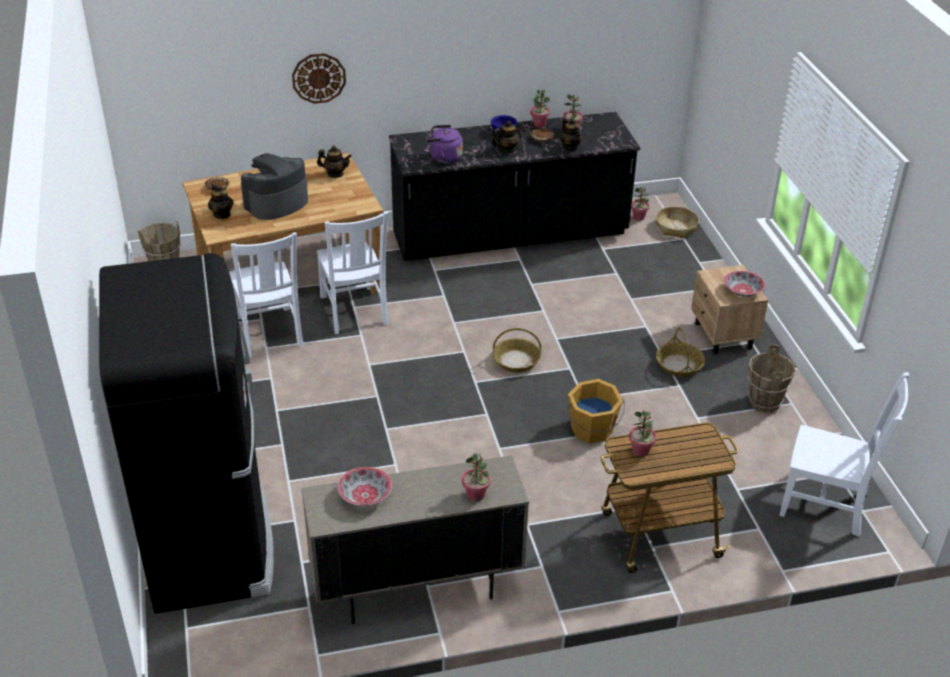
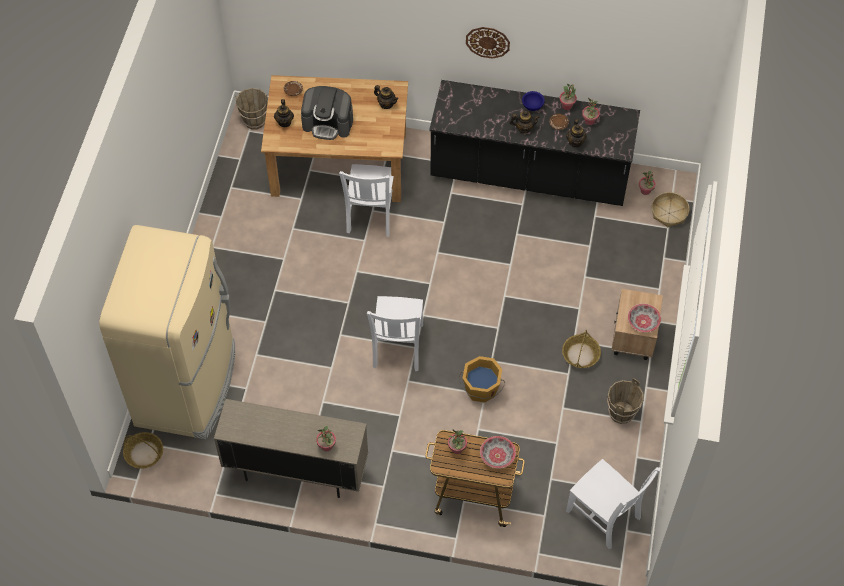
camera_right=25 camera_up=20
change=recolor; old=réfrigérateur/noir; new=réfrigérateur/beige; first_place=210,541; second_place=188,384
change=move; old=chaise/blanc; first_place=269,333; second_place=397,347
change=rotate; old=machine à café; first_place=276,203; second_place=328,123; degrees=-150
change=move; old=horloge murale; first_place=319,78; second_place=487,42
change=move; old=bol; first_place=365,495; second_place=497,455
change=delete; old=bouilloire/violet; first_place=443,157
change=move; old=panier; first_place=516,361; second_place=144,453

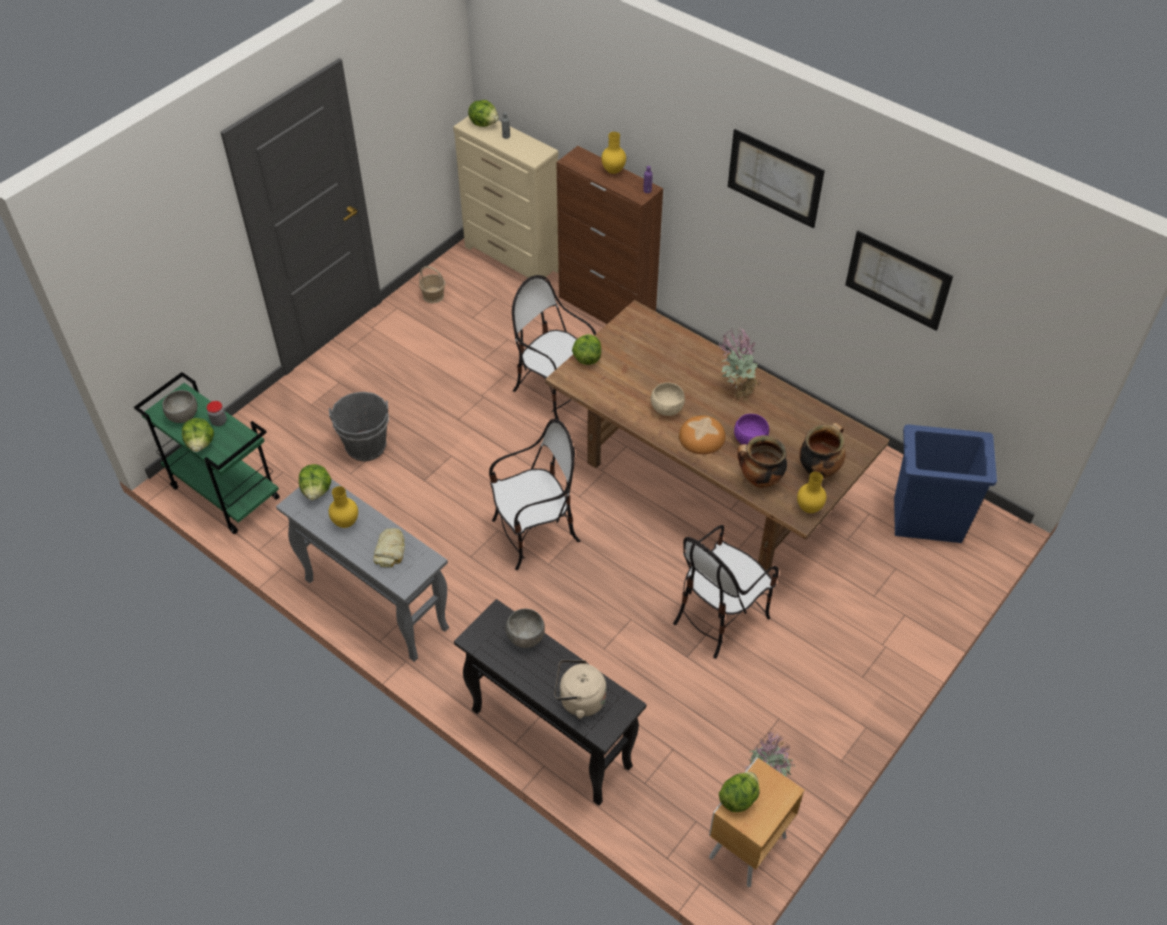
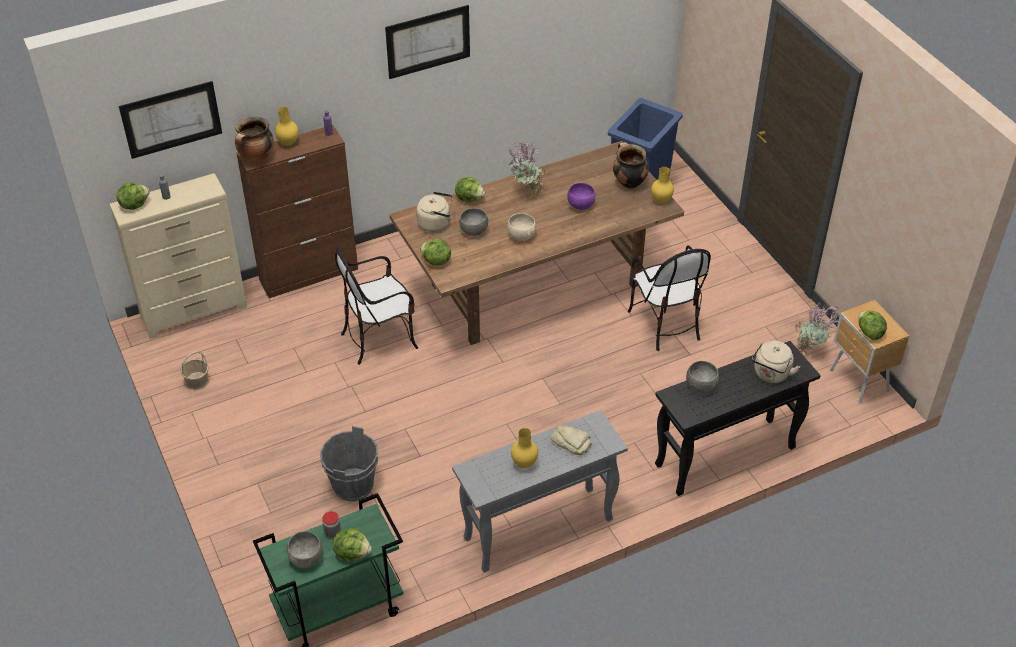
camera_right=-65 camera_up=-5
change=move; old=laitue; first_place=317,491; second_place=469,198
change=delete; old=chaise; first_place=535,534
change=delete; old=pain; first_place=701,438
change=move; old=marmite; first_place=759,480; second_place=256,158
change=move; old=tableau; first_place=897,280; second_place=171,119
change=insert; new=bouilloire/beige; second_place=436,224
change=insert; new=bol/gris; second_place=473,231

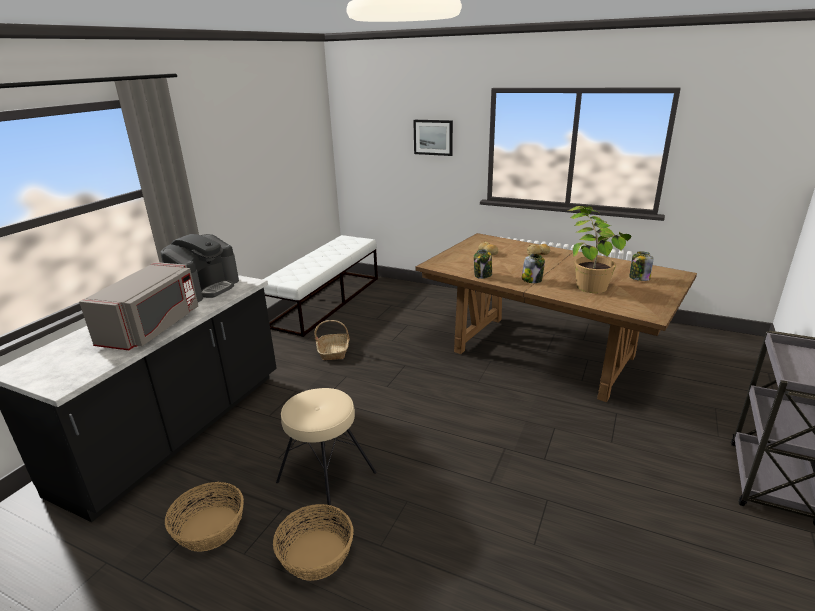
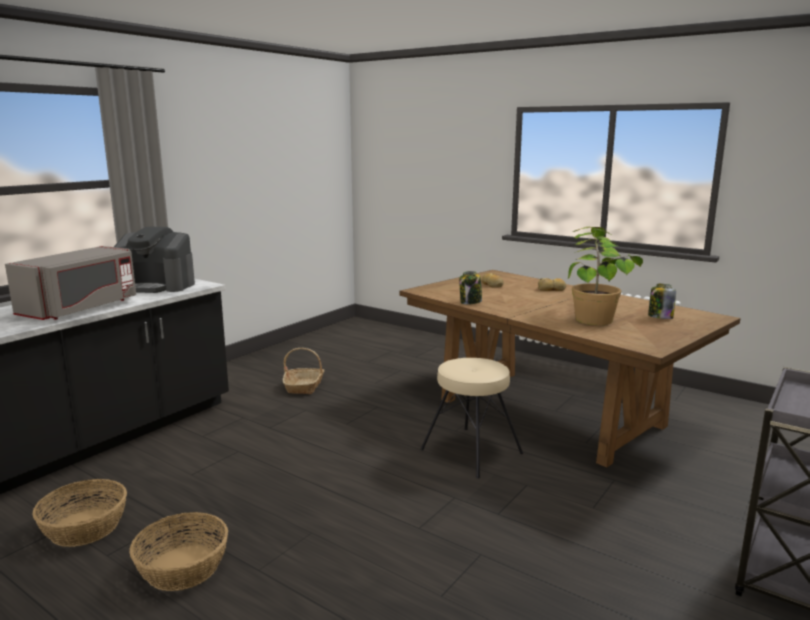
camera_right=10 camera_up=-10
change=rotate; old=machine à café; first_place=205,288; second_place=157,285; degrees=60
change=delete; old=banc/blanc; first_place=326,301
change=move; old=tabouret/beige; first_place=326,478; second_place=471,452
change=delete; old=tableau; first_place=433,137
change=delete; old=bocal; first_place=532,280

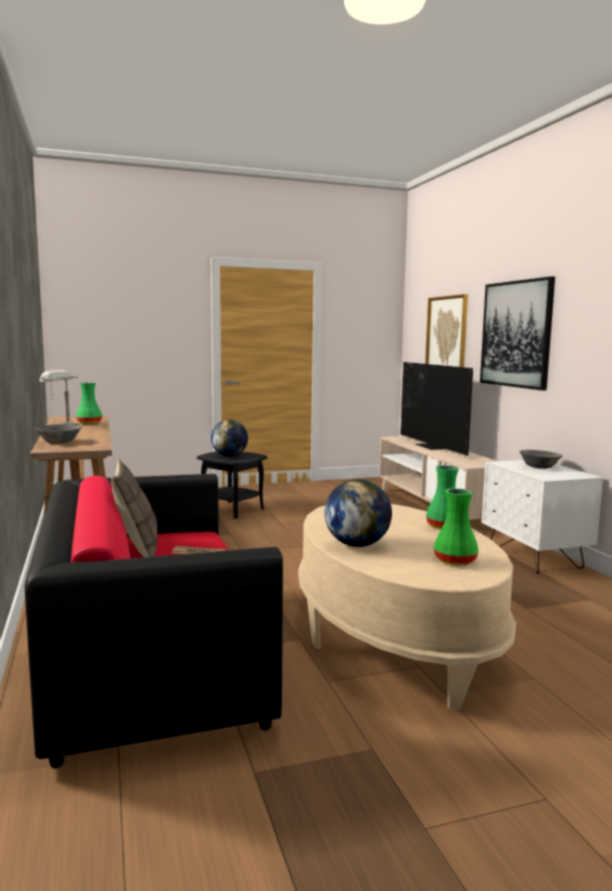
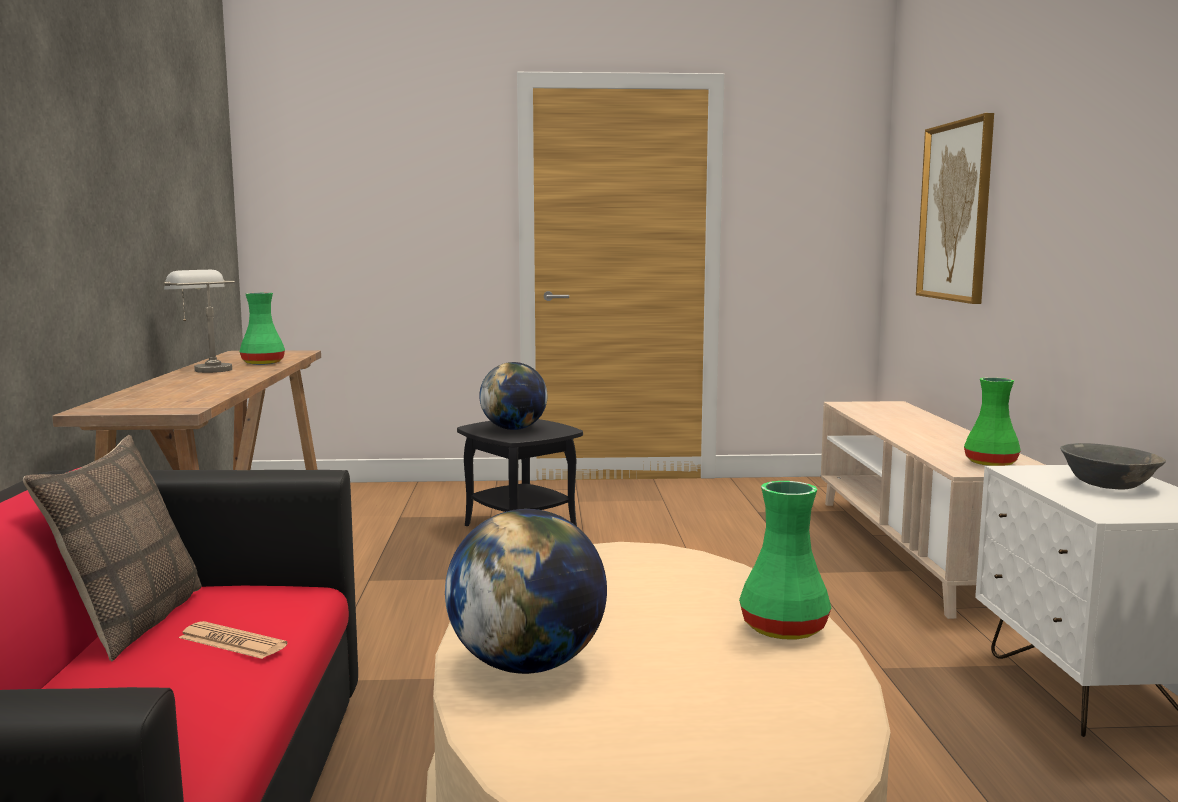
camera_right=15 camera_up=0
change=delete; old=bol/gris; first_place=59,442
change=delete; old=téléviseur; first_place=431,446
change=move; old=vase/vert; first_place=455,560; second_place=991,463
change=delete; old=tableau; first_place=516,334

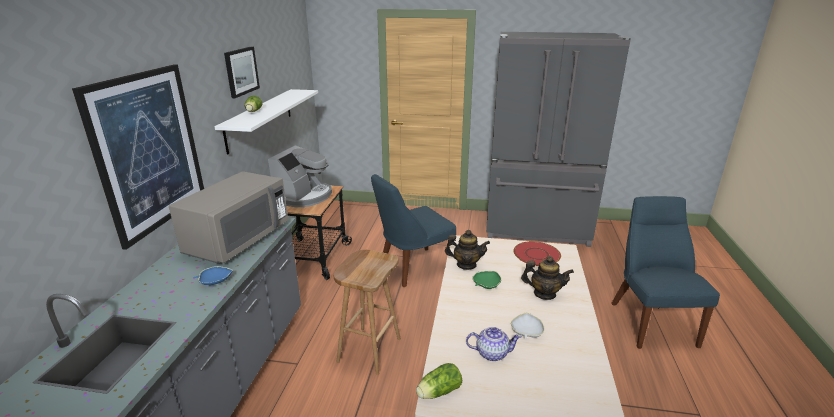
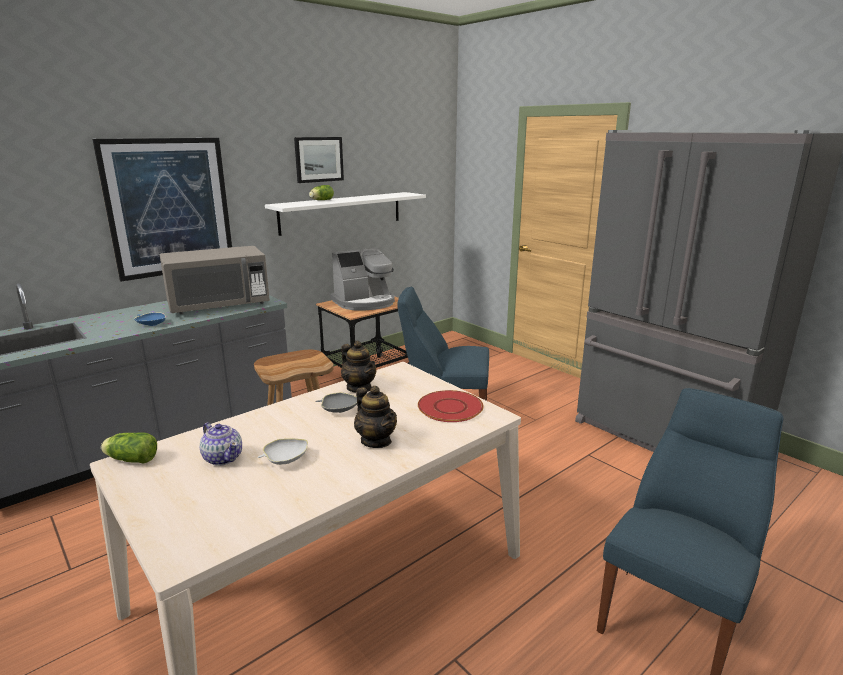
camera_right=40 camera_up=-5
change=recolor; old=bol/vert; new=bol/gris; first_place=486,285; second_place=338,410

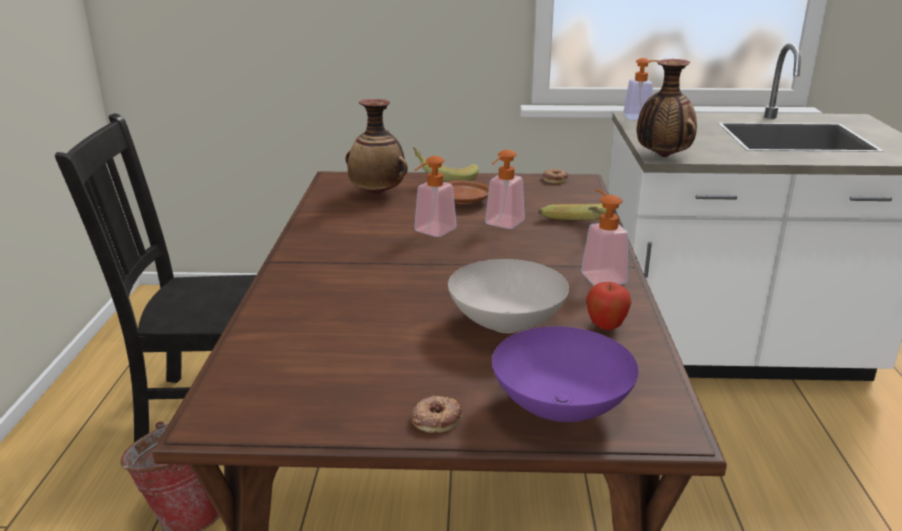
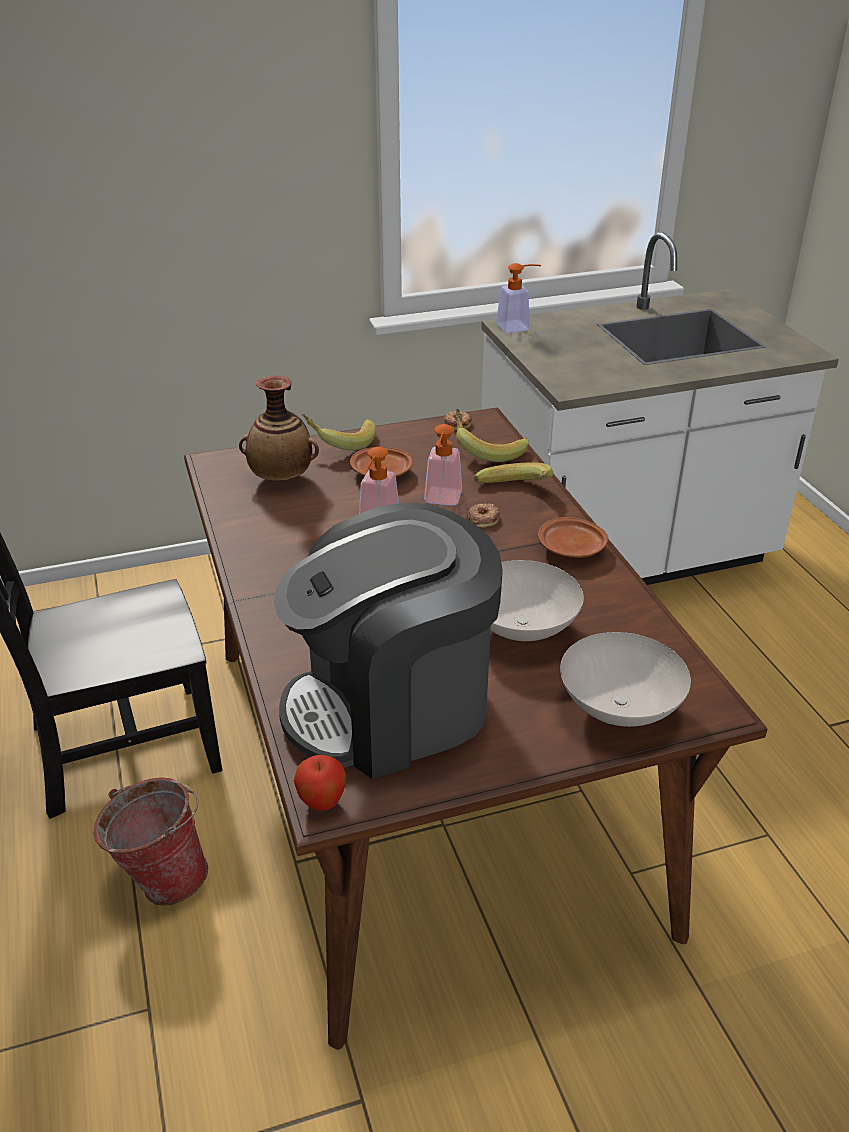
camera_right=-20 camera_up=10
change=move; old=beignet; first_place=436,419; second_place=482,519
change=recolor; old=bol/violet; new=bol/blanc; first_place=563,408; second_place=622,709
change=replace; old=distributeur de savon; new=assiette/marron; first_place=600,274; second_place=572,549
change=move; old=pomme; first_place=606,327; second_place=322,803
change=delete; old=vase; first_place=662,156
change=insert; new=machine à café; second_place=391,707
change=insert; new=banane; second_place=487,450

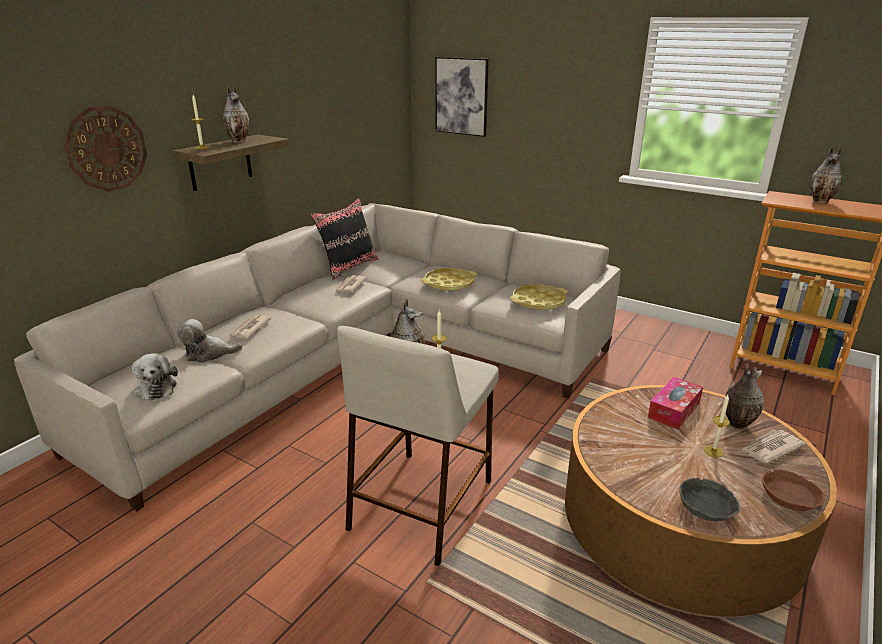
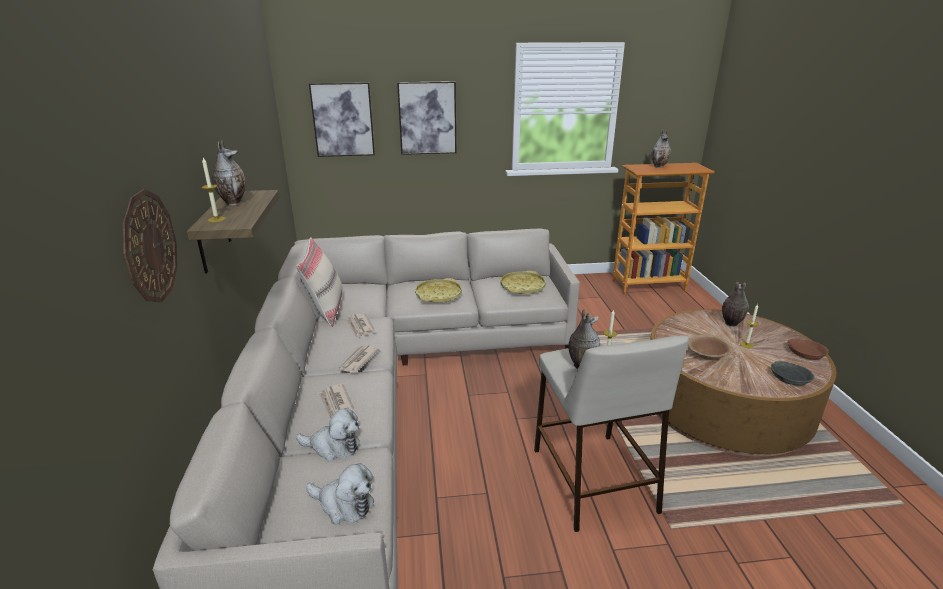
camera_right=-40 camera_up=0
change=rotate; old=peluche; first_place=208,354; second_place=333,447; degrees=-120
change=recolor; old=coussin/noir; new=coussin/beige; first_place=349,267; second_place=325,310
change=delete; old=boîte à mouchoirs; first_place=674,410
change=move; old=journal; first_place=770,448; second_place=358,360
change=insert; new=tableau; second_place=427,118
change=insert; new=bol/marron; second_place=707,355

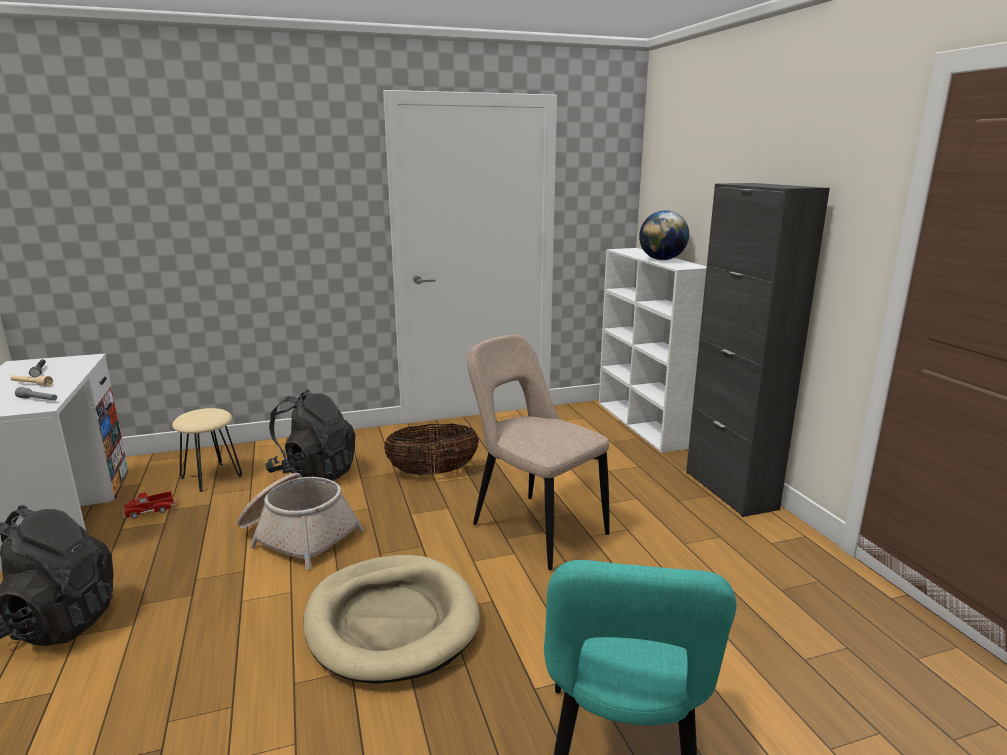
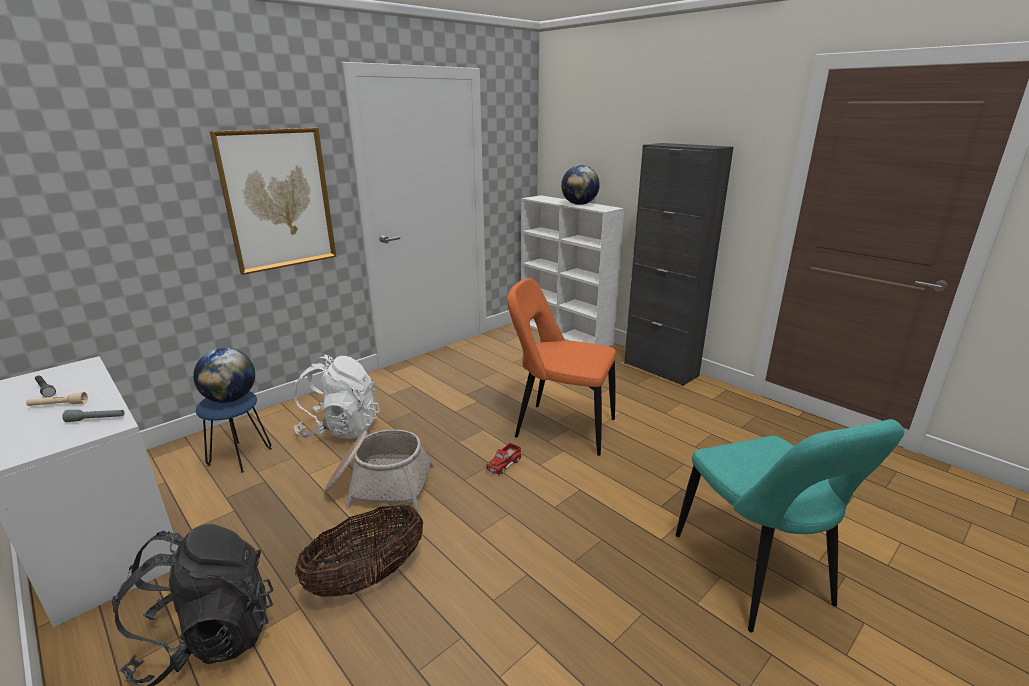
camera_right=-25 camera_up=5
change=move; old=camion jouet; first_place=150,510; second_place=504,464
change=recolor; old=tabouret/beige; new=tabouret/bleu; first_place=211,477; second_place=240,456
change=recolor; old=sac à dos/noir; new=sac à dos/blanc; first_place=314,473; second_place=341,429
change=delete; old=panier pour chien/beige; first_place=392,621
change=move; old=panier; first_place=433,472; second_place=367,577
change=recolor; old=chaise/beige; new=chaise/orange; first_place=534,527; second_place=560,428
change=insert; new=globe; second_place=231,399
change=insert; new=tableau; second_place=278,200

